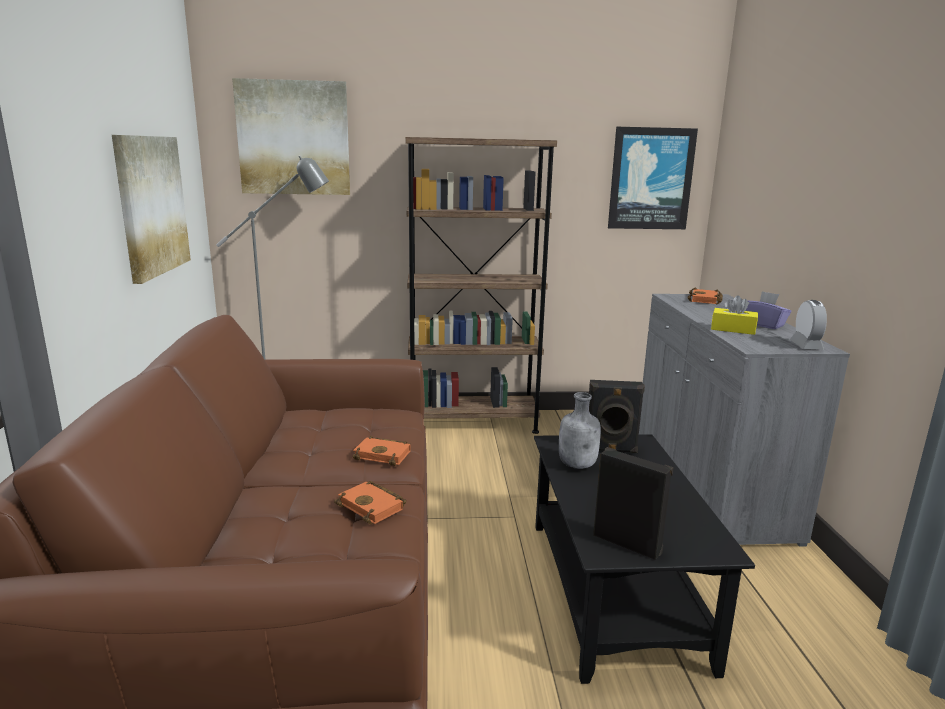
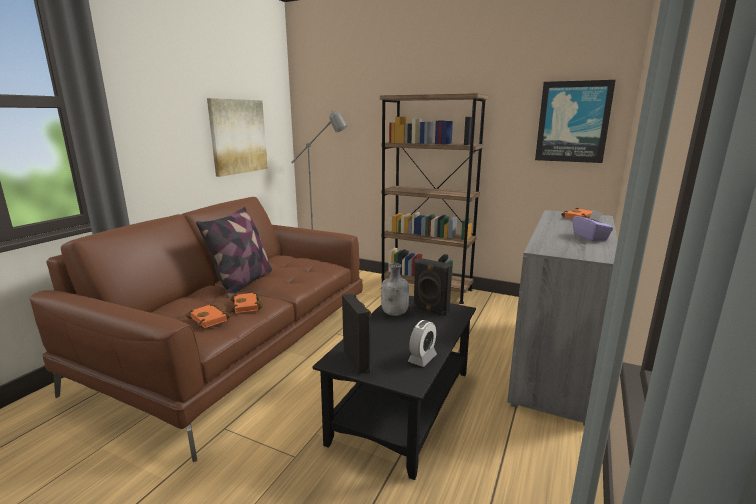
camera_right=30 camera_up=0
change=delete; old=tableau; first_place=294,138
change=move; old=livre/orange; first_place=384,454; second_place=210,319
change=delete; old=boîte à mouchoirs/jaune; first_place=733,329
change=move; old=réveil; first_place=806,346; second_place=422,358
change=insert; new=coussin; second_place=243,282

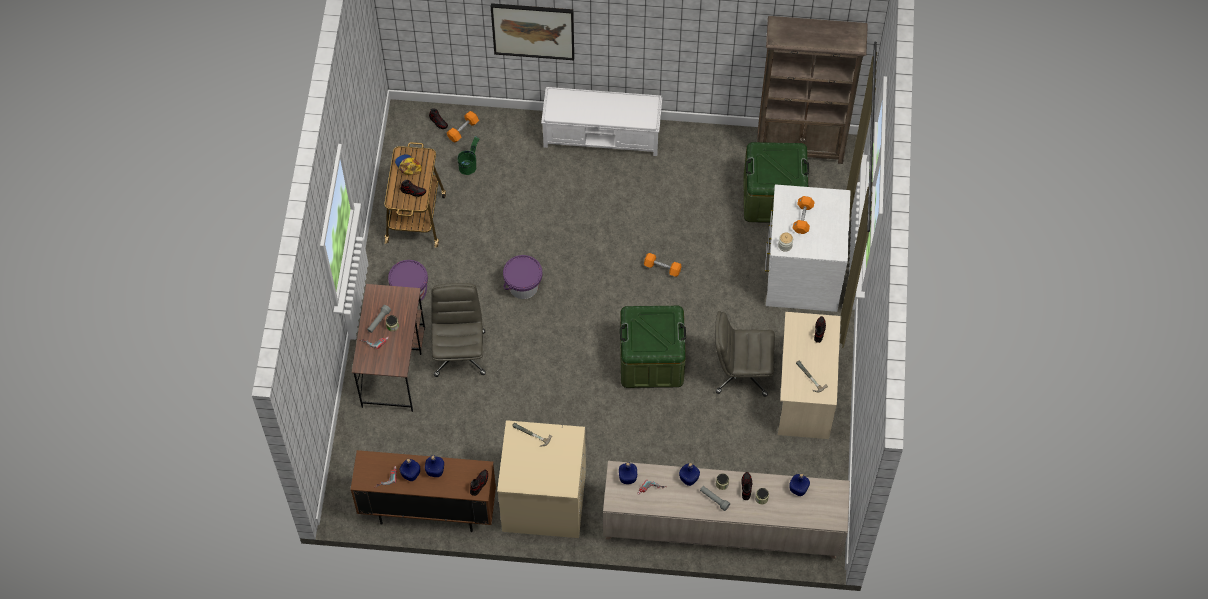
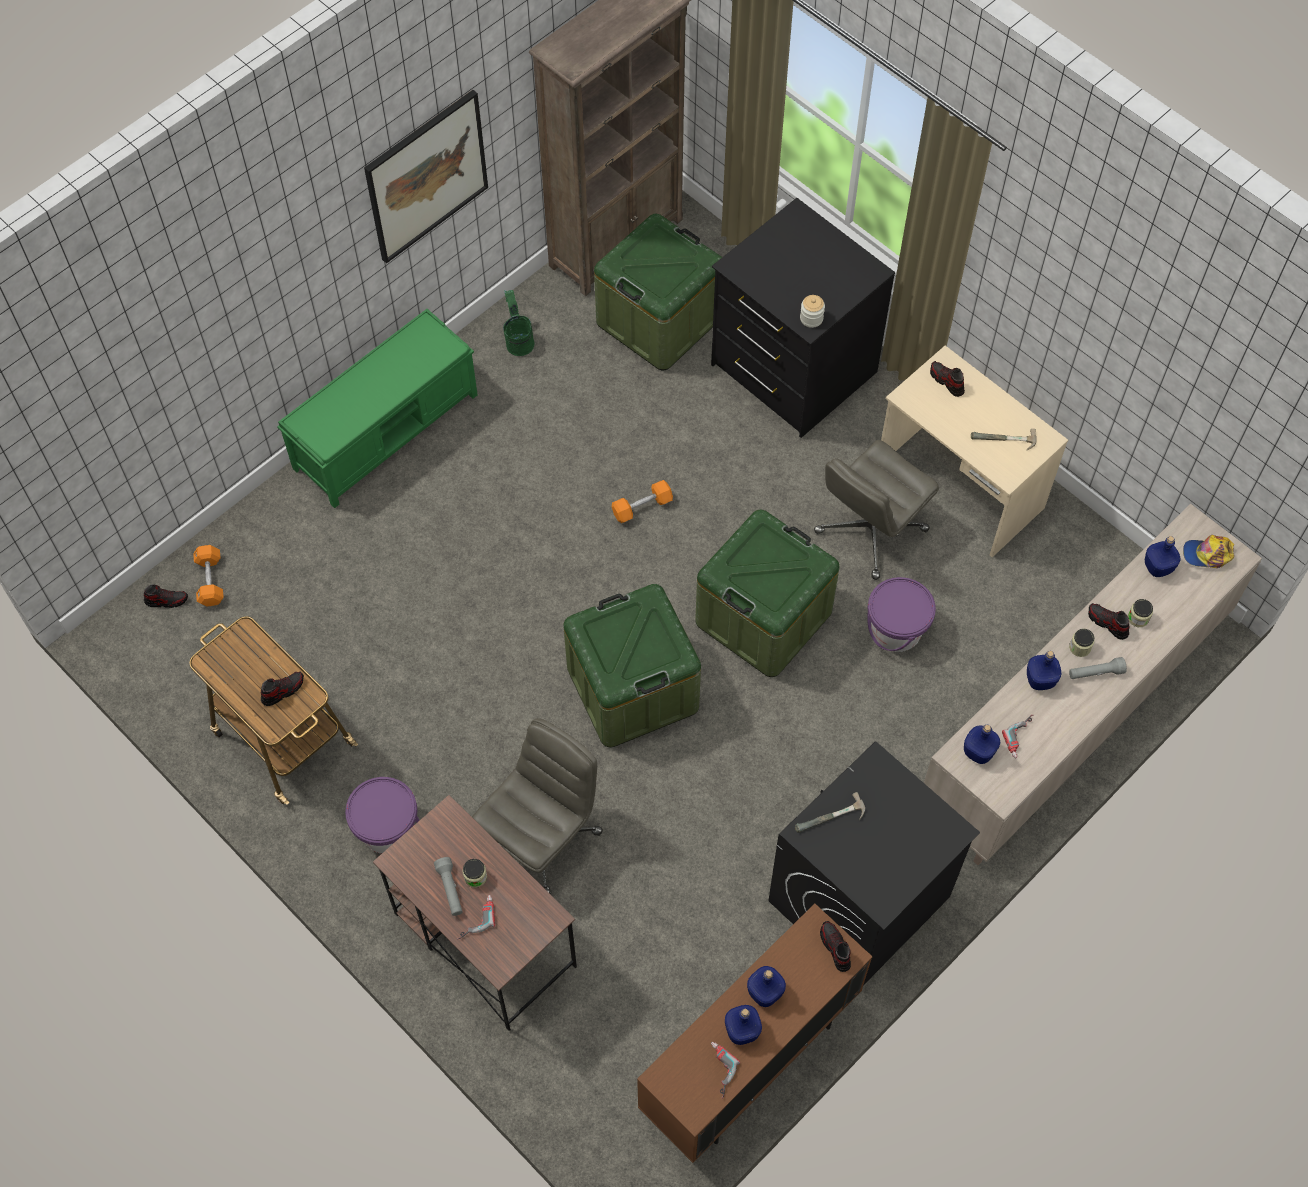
camera_right=-50 camera_up=0
change=move; old=casquette; first_place=408,166; second_place=1207,554
change=rotate; old=chaise de bureau/gris; first_place=459,352; second_place=541,837; degrees=90
change=move; old=seau/vert; first_place=469,165; second_place=518,340
change=move; old=tableau; first_place=533,30; second_place=426,176
change=recolor; old=lave-linge/beige; new=lave-linge/noir; first_place=543,501; second_place=858,900
change=move; old=seau/violet; first_place=523,286; second_place=896,629
change=recolor; old=banc/blanc; new=banc/vert; first_place=603,135; second_place=387,430
change=recolor; old=commode/blanc; new=commode/noir; first_place=801,274; second_place=792,369
change=delete; old=haltère/orange; first_place=803,218
change=insert; new=boîte de rangement/vert; second_place=632,688

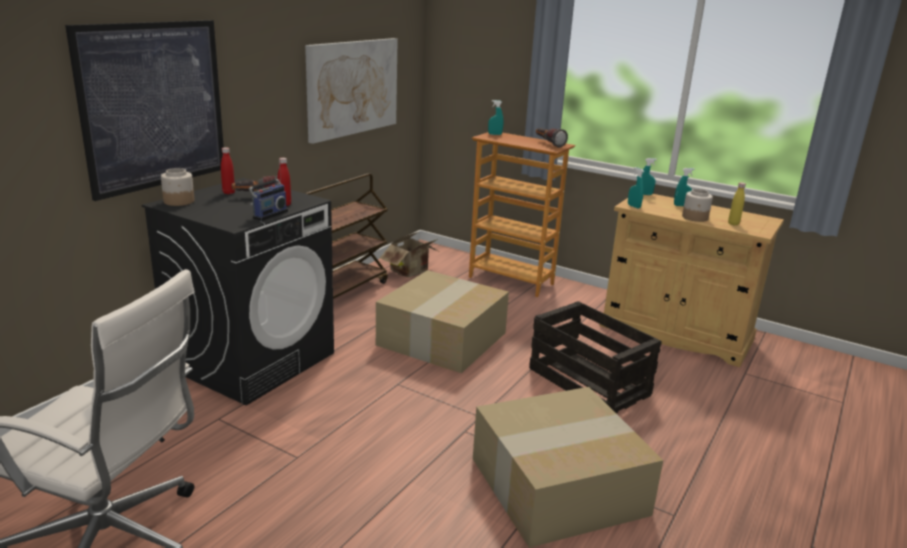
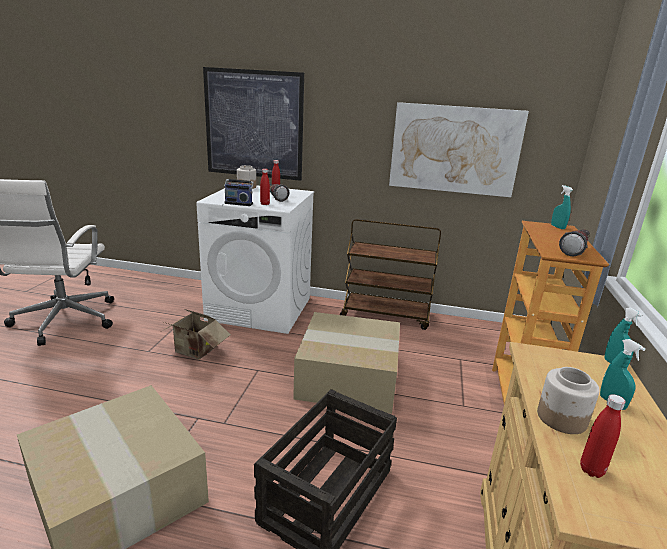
camera_right=70 camera_up=0
change=recolor; old=lave-linge/noir; new=lave-linge/blanc; first_place=252,360; second_place=260,309
change=move; old=carton; first_place=412,272; second_place=195,352
change=delete; old=vaporisateur/turquoise; first_place=633,206
change=recolor; old=bouteille/jaune; new=bouteille/rouge; first_place=733,224; second_place=591,470

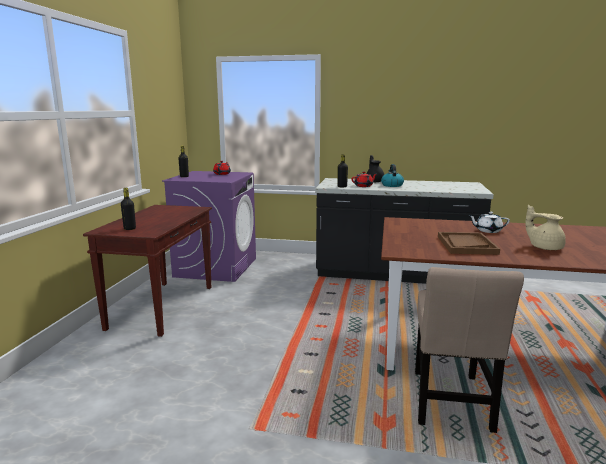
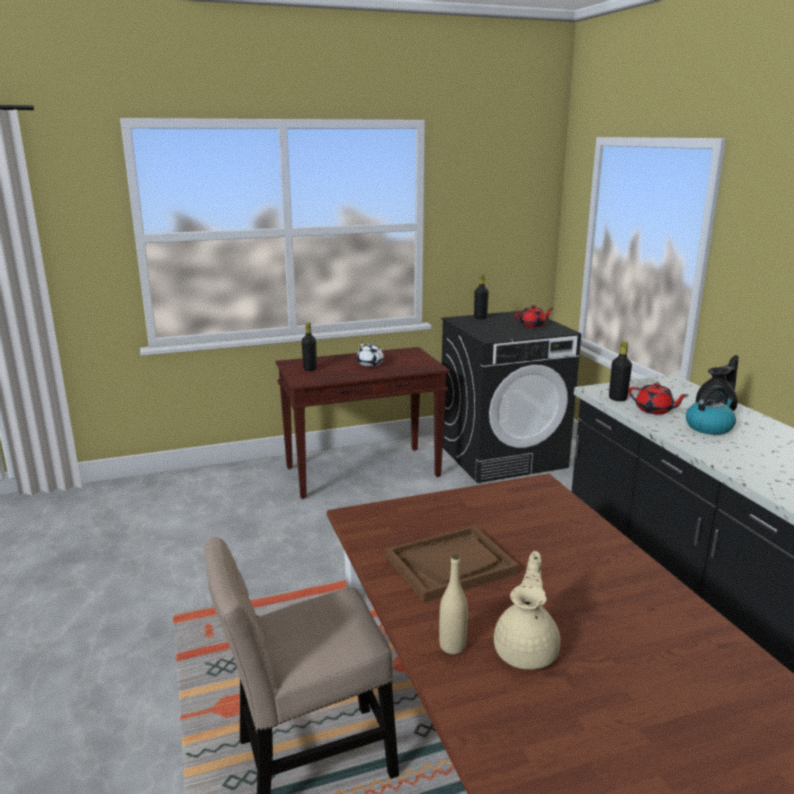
camera_right=60 camera_up=5
change=recolor; old=lave-linge/violet; new=lave-linge/noir; first_place=216,267; second_place=502,456
change=move; old=théière/blanc; first_place=488,231; second_place=370,363
change=insert; new=bouteille/beige; second_place=452,646

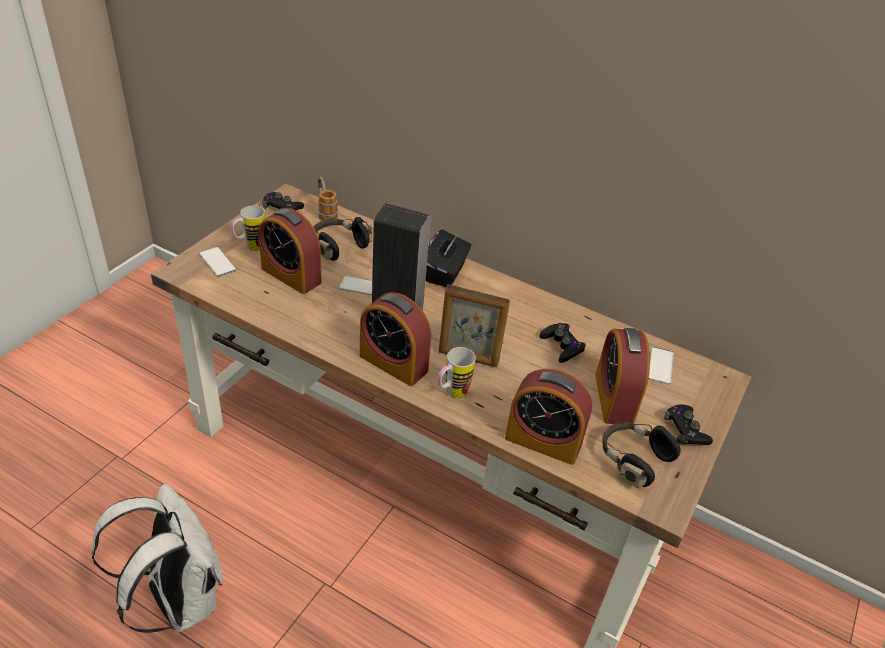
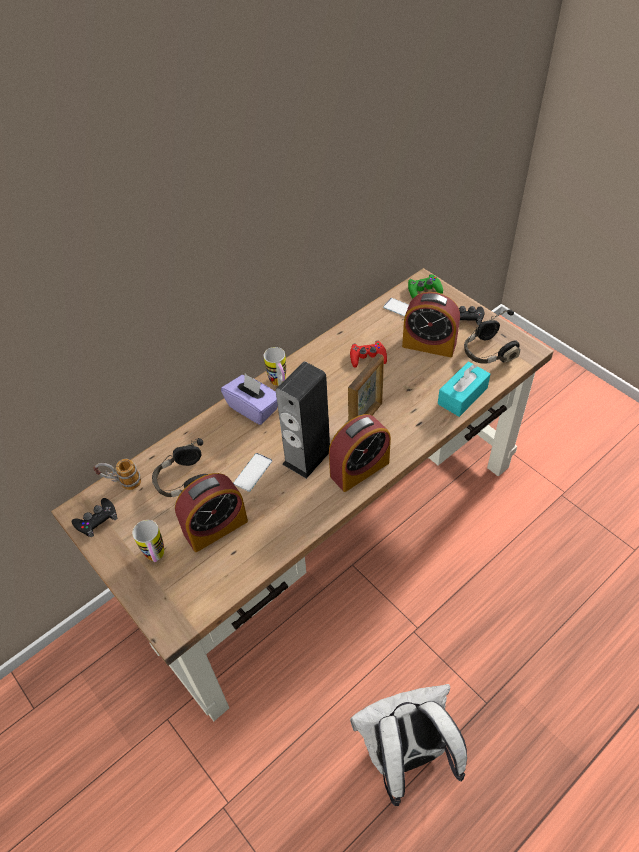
camera_right=-65 camera_up=10
change=delete; old=téléphone; first_place=217,262
change=recolor; old=boîte à mouchoirs/noir; new=boîte à mouchoirs/violet; first_place=445,272; second_place=253,408
change=move; old=mug; first_place=451,394; second_place=279,383
change=replace; old=réveil; new=boîte à mouchoirs/turquoise; first_place=543,441; second_place=462,396
change=recolor; old=manette/noir; new=manette/rouge; first_place=562,346; second_place=367,357
change=insert; new=manette/vert; second_place=424,290

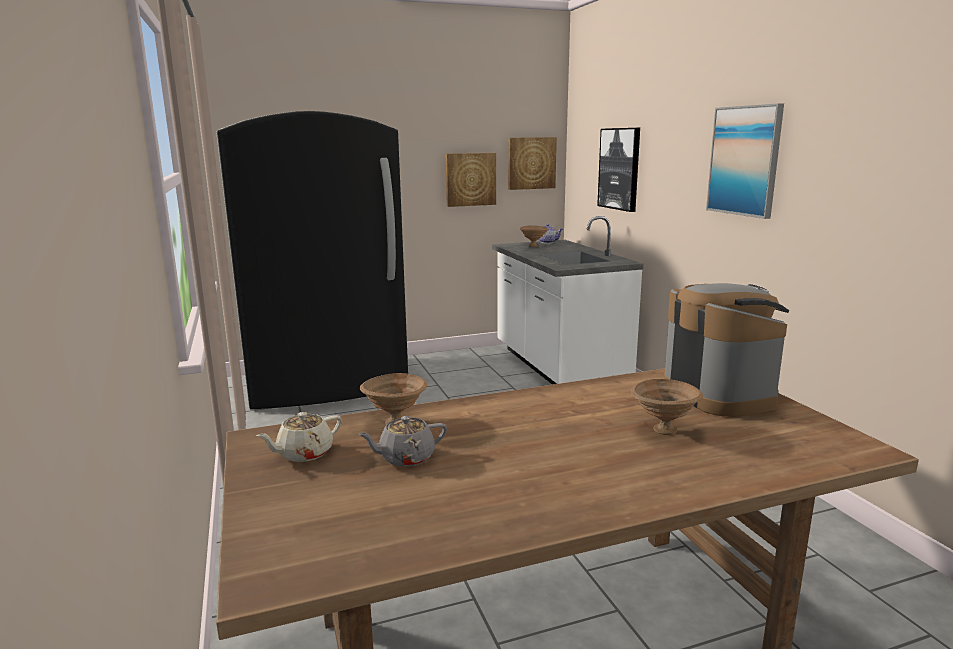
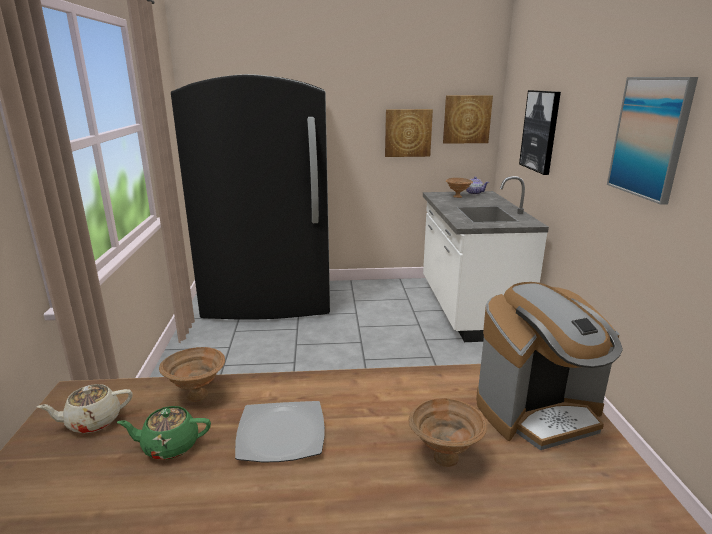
camera_right=15 camera_up=5
change=recolor; old=théière/gris; new=théière/vert; first_place=405,458; second_place=169,446
change=rotate; old=machine à café; first_place=719,394; second_place=538,412; degrees=75
change=insert; new=assiette; second_place=280,433

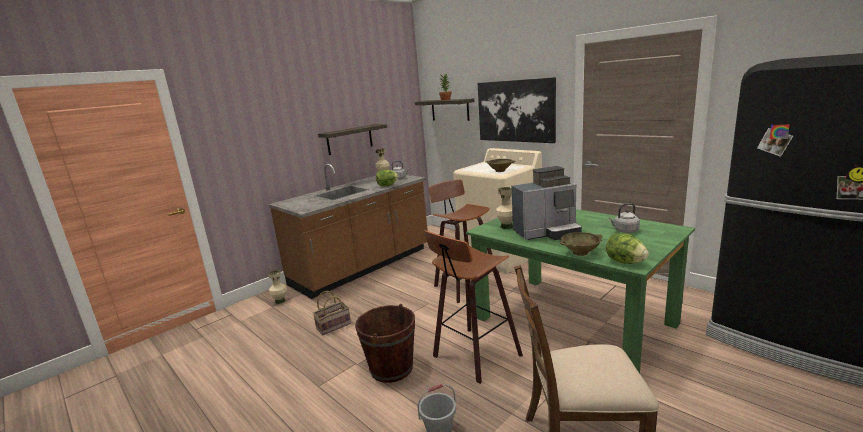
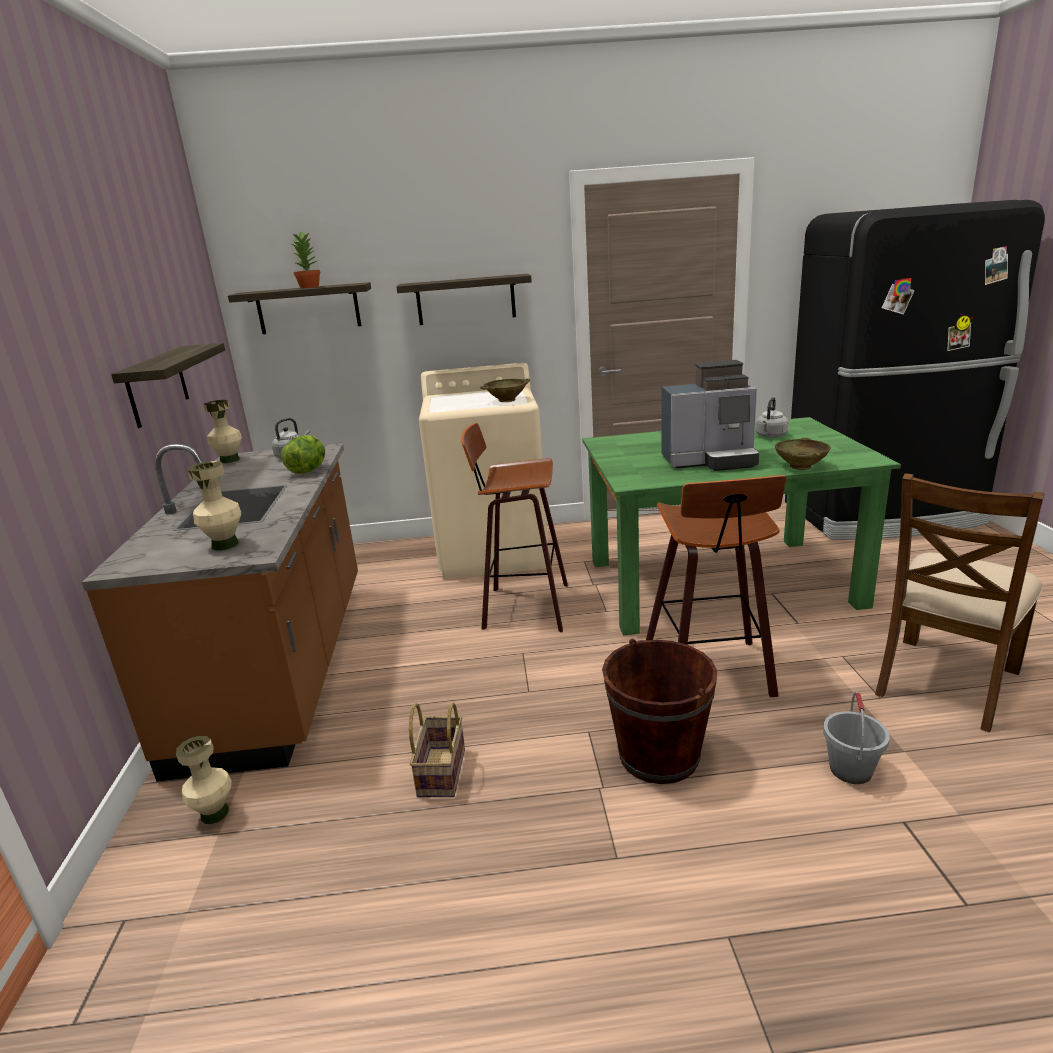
camera_right=-50 camera_up=5
change=replace; old=tableau; new=étagère; first_place=515,111; second_place=466,300
change=move; old=vase/beige; first_place=506,226; second_place=224,545
change=rotate; old=machine à café; first_place=547,233; second_place=710,461; degrees=60
change=delete; old=laitue; first_place=625,262

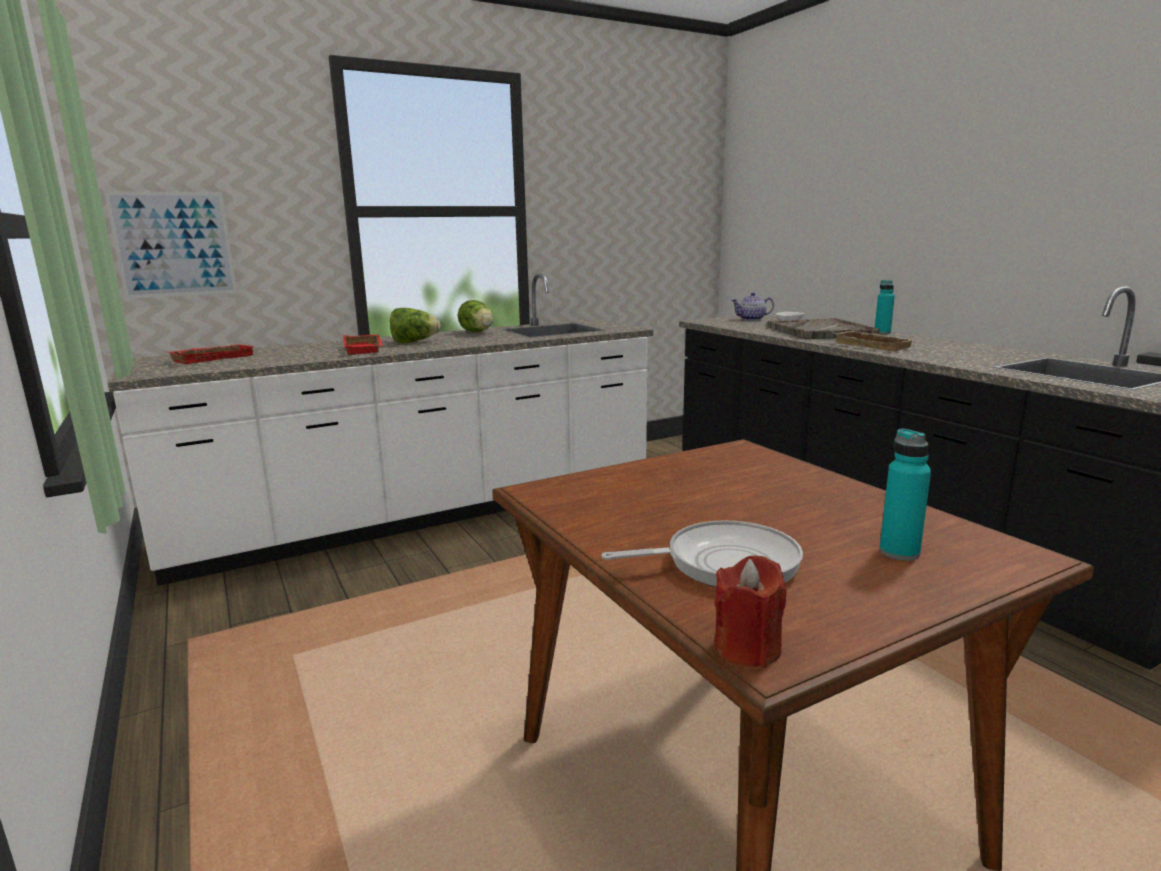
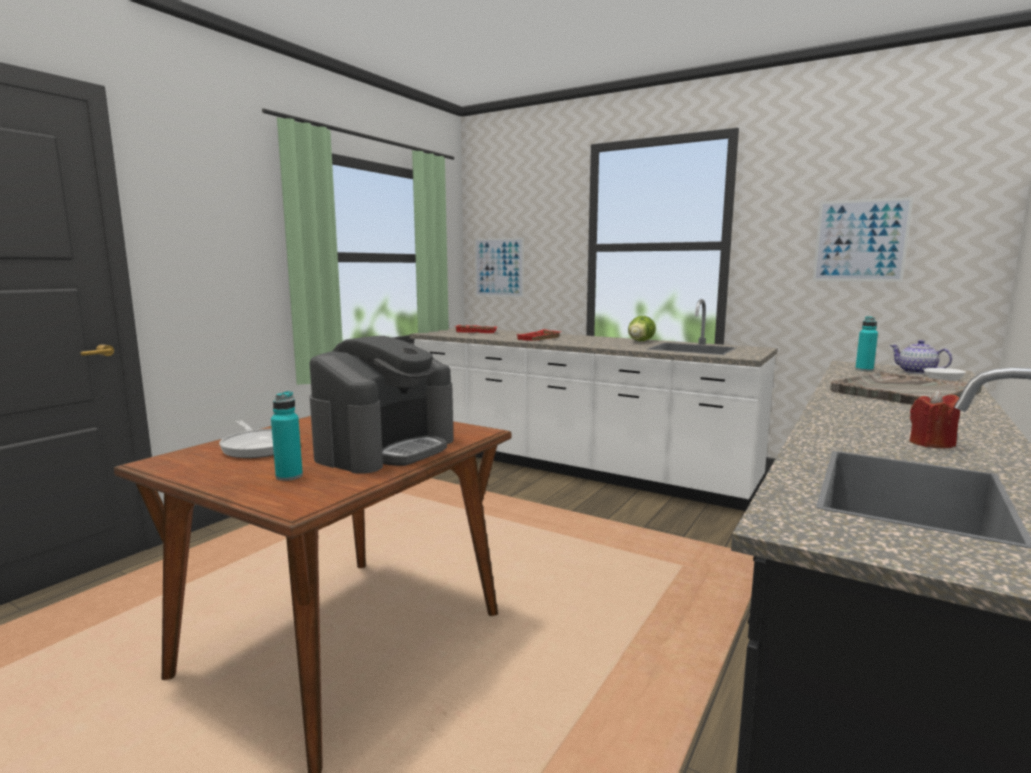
camera_right=60 camera_up=-5
change=delete; old=laitue; first_place=414,342
change=move; old=bougie/rouge; first_place=747,648; second_place=931,444
change=delete; old=plateau/beige; first_place=875,346
change=move; old=bouteille/turquoise; first_place=882,333; second_place=864,370
change=insert; new=machine à café; second_place=386,448
change=insert; new=tableau; second_place=860,240

